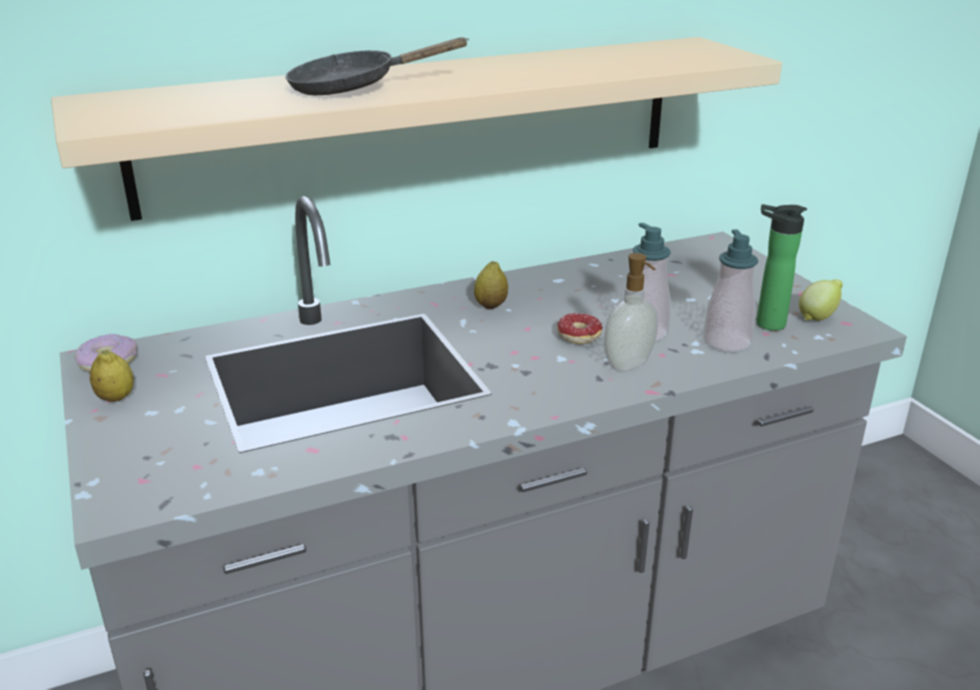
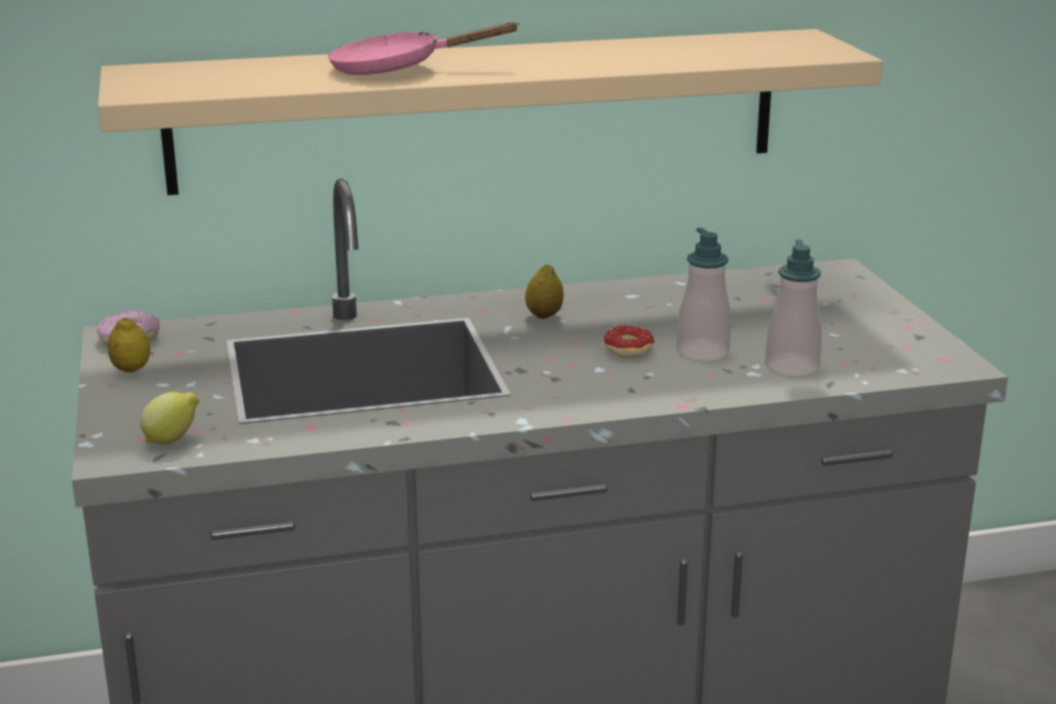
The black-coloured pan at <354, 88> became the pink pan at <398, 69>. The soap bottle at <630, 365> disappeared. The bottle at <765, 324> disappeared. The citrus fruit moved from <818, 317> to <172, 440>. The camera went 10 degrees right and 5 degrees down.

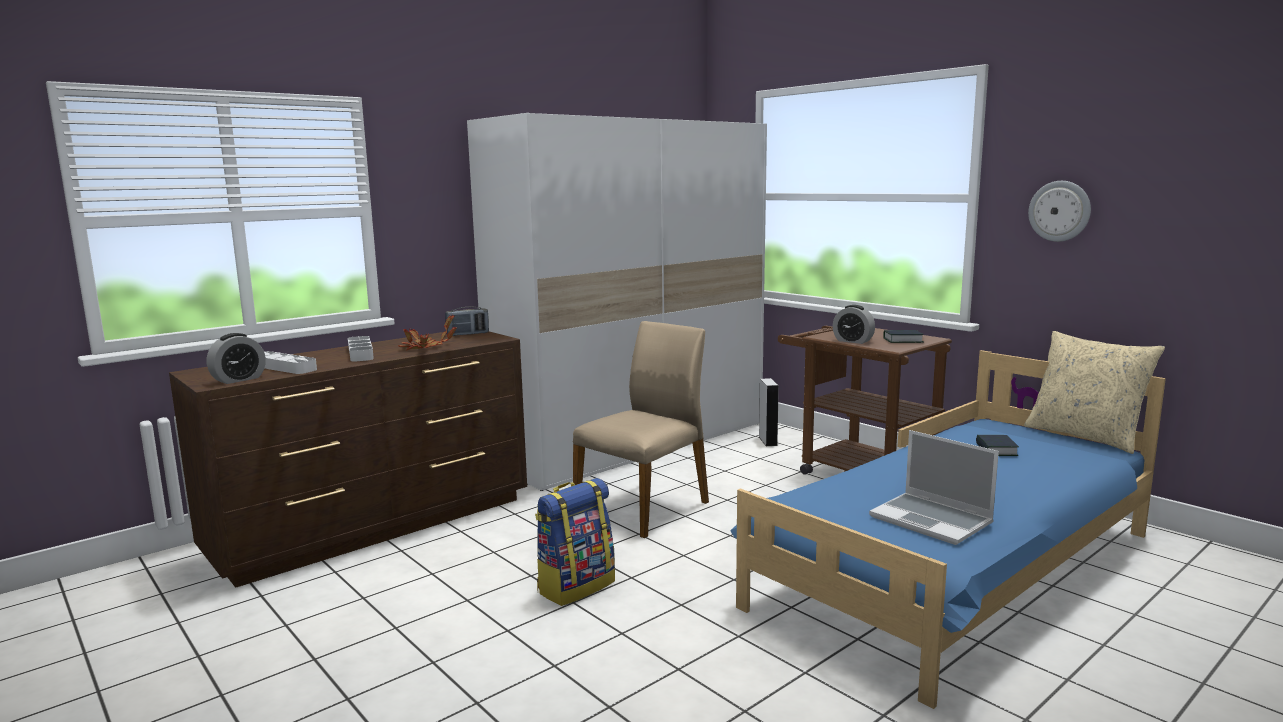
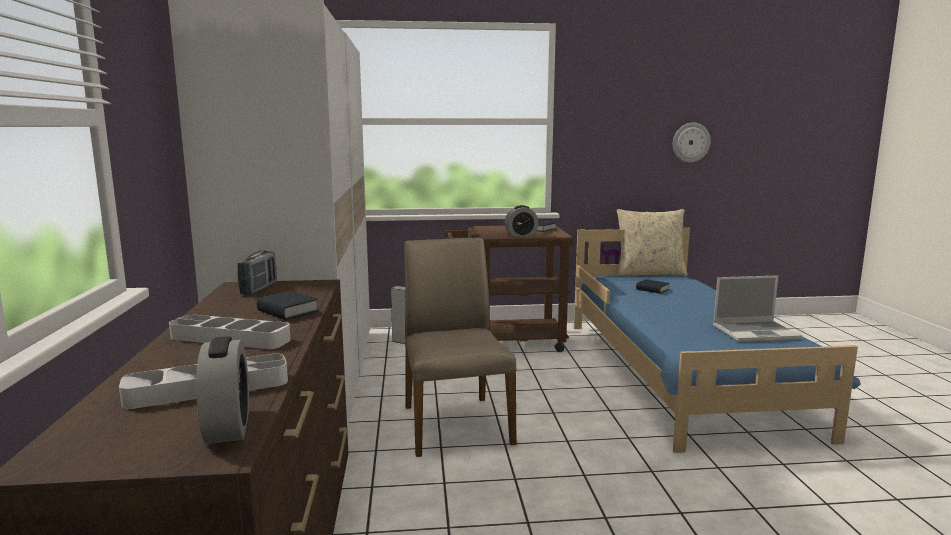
The houseplant at <424, 348> was replaced by the volume at <287, 311>. The knapsack at <576, 586> disappeared. The clock on the wall moved from <1059, 211> to <690, 142>. The camera went 55 degrees left and 0 degrees up.

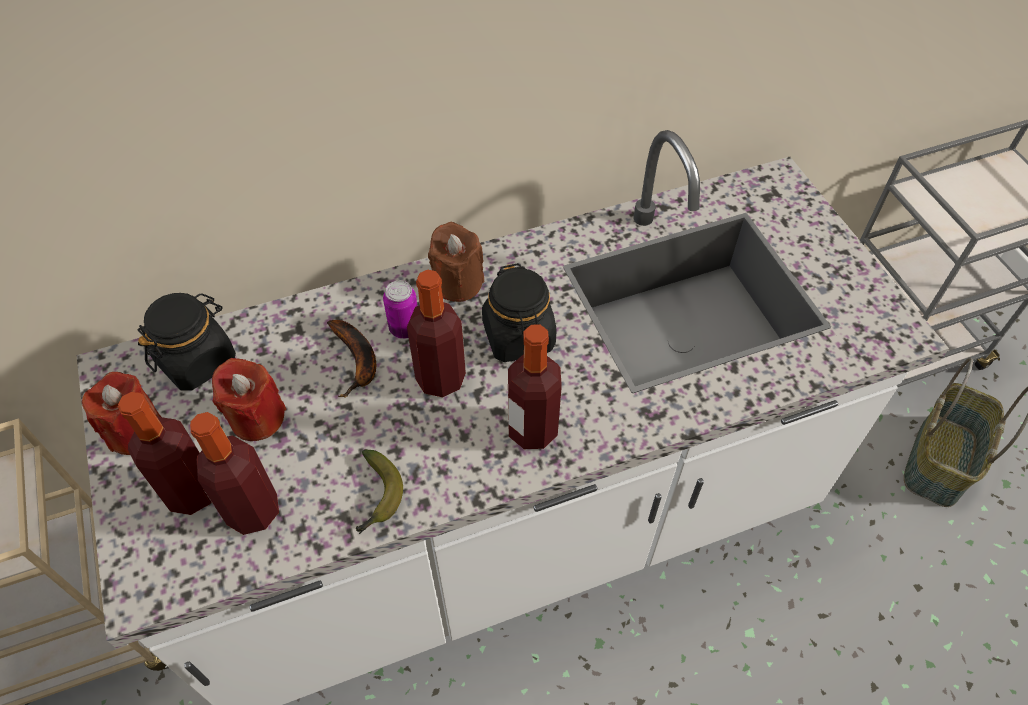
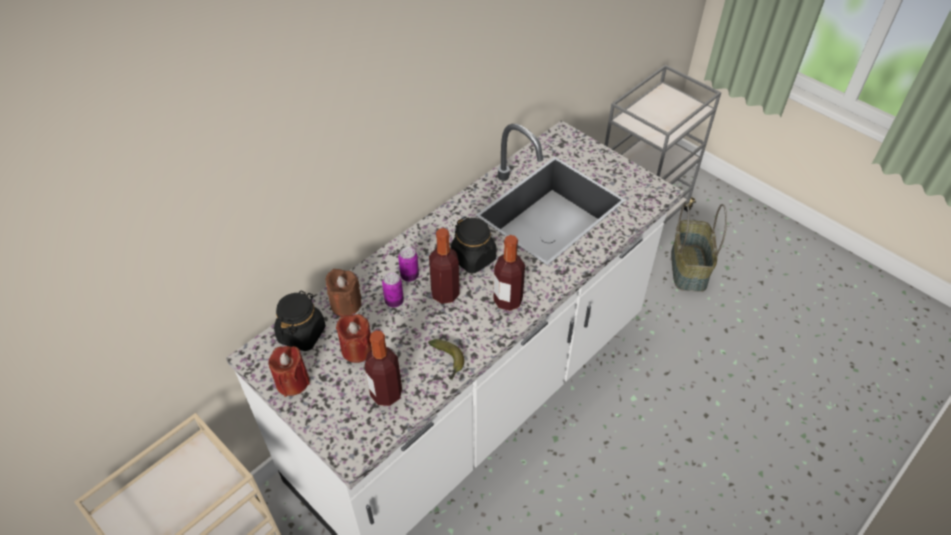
The bottle at <191, 492> disappeared. The banana at <357, 361> was replaced by the metal can at <394, 301>. The brownish wax light moved from <458, 283> to <346, 304>. The camera went 25 degrees left and 5 degrees down.

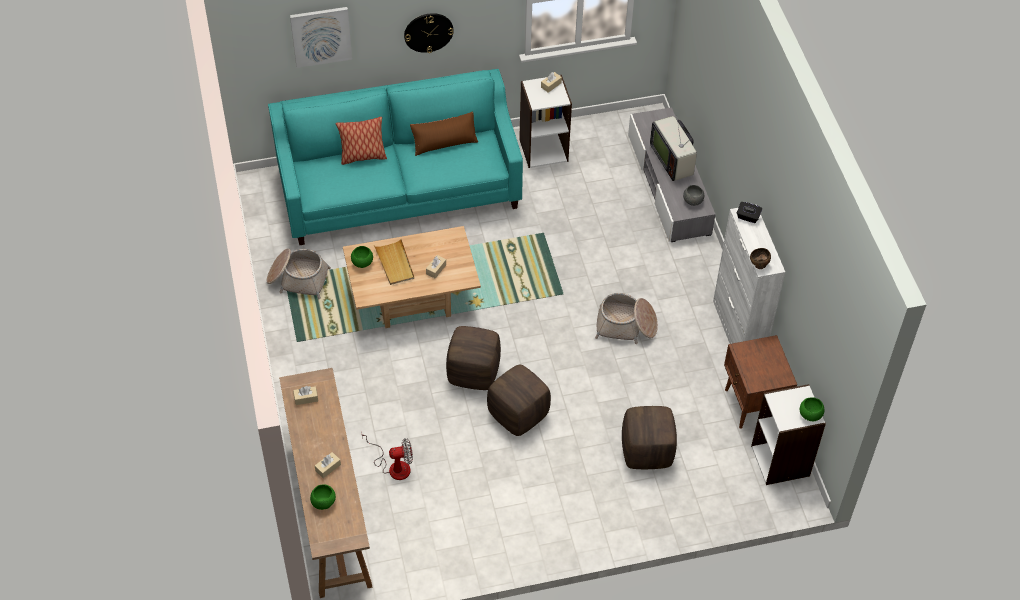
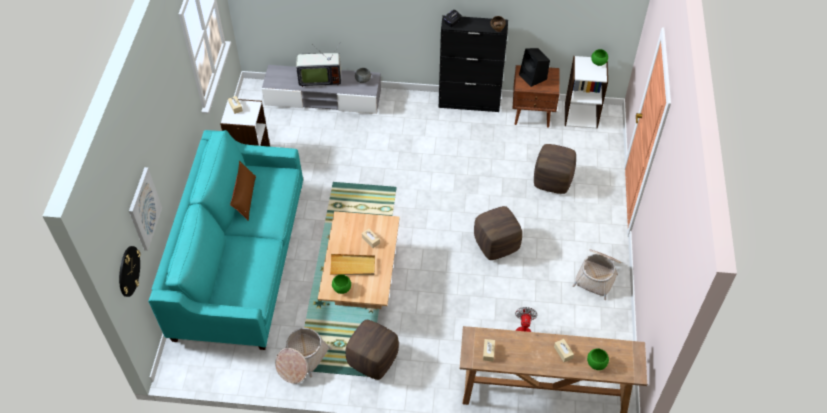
The cushion at <362, 157> disappeared. The clock on the wall moved from <428, 32> to <128, 271>. The brownish ottoman moved from <473, 373> to <373, 360>. The storage basket moved from <626, 326> to <597, 275>. The whitish cabinet at <738, 331> became the black-coloured cabinet at <469, 103>. The black-coloured speaker at <533, 77> appeared. The camera went 70 degrees left and 0 degrees up.

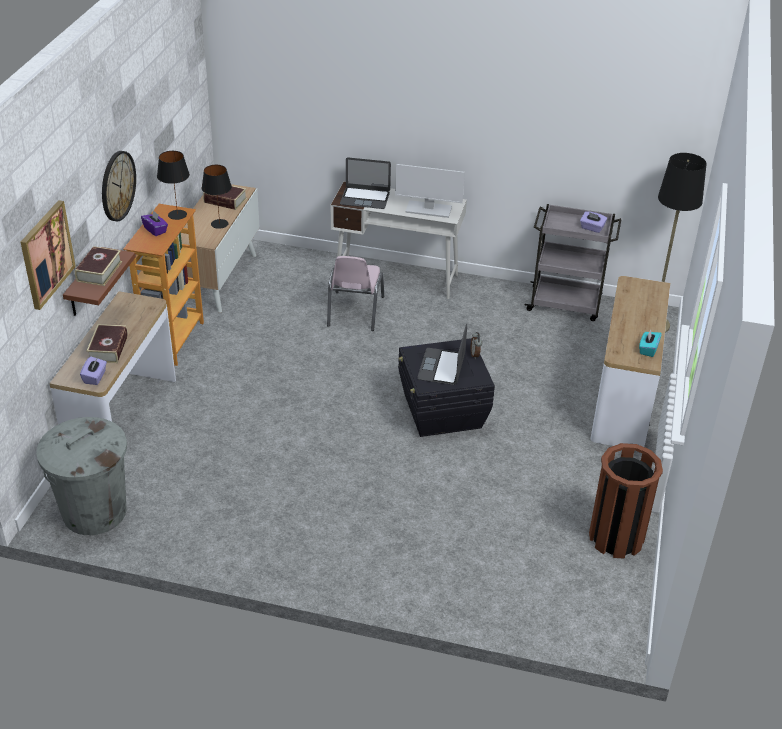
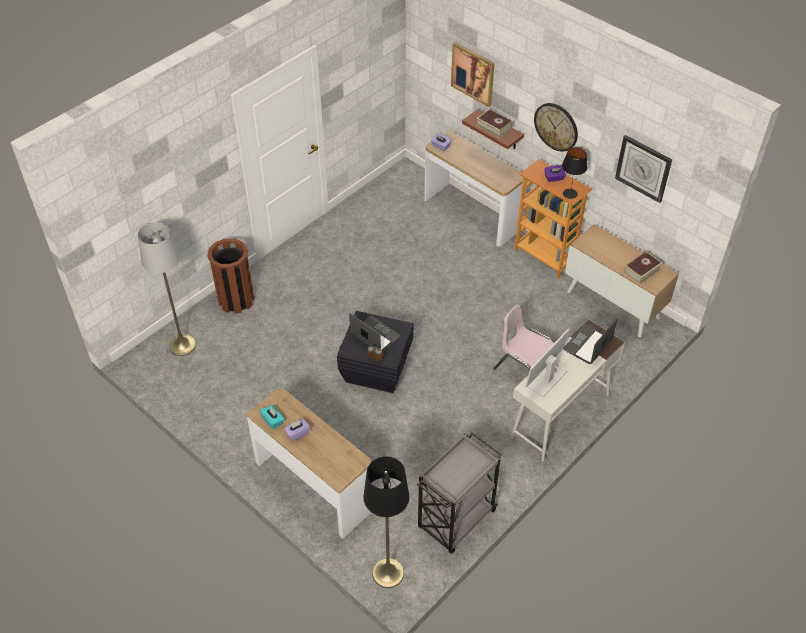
The grey trash can at <94, 512> disappeared. The volume at <108, 348> disappeared. The black-coloured lamp for a table at <219, 224> disappeared. The purple tissue box moved from <592, 228> to <297, 433>. The brownish trash can moved from <616, 538> to <236, 300>. The grey standing lamp at <182, 345> appeared. The clock on the wall at <643, 168> appeared. The camera went 120 degrees right and 10 degrees up.

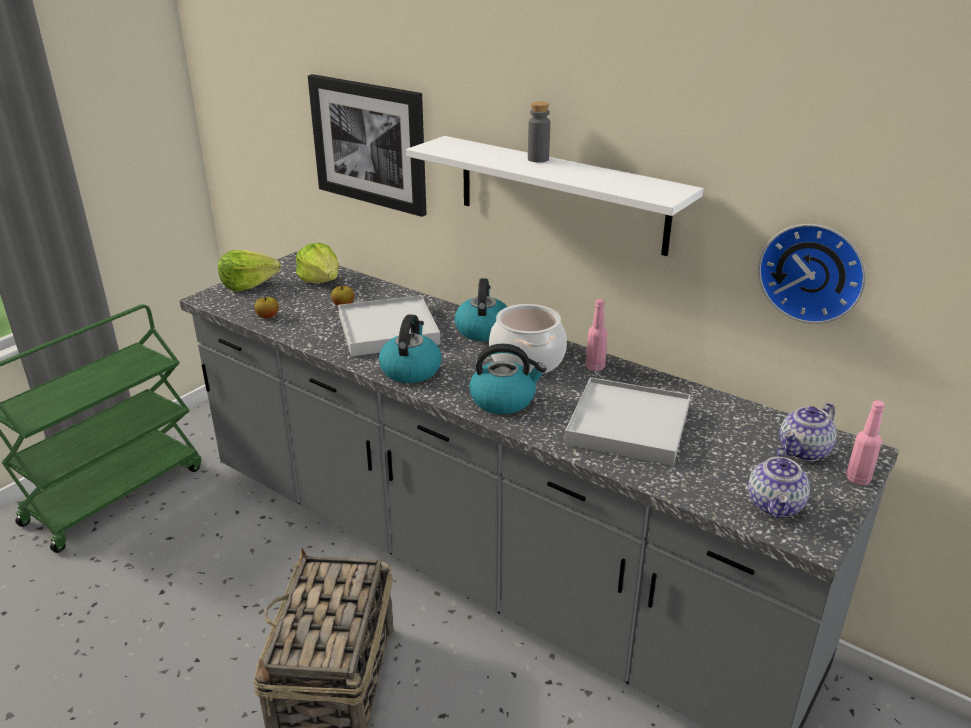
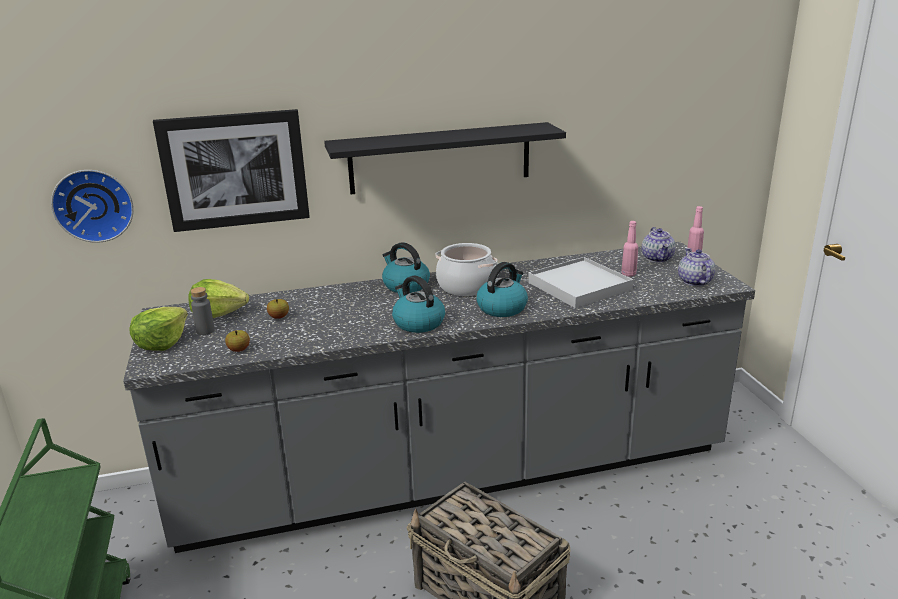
The whitish serving tray at <388, 330> disappeared. The whitish wall shelf at <560, 194> became the black-coloured wall shelf at <440, 158>. The grey bottle moved from <538, 159> to <205, 331>. The pink bottle moved from <595, 367> to <628, 274>. The teapot at <775, 505> turned 150 degrees counterclockwise. The clock on the wall moved from <813, 271> to <94, 204>. The camera went 50 degrees left and 5 degrees down.

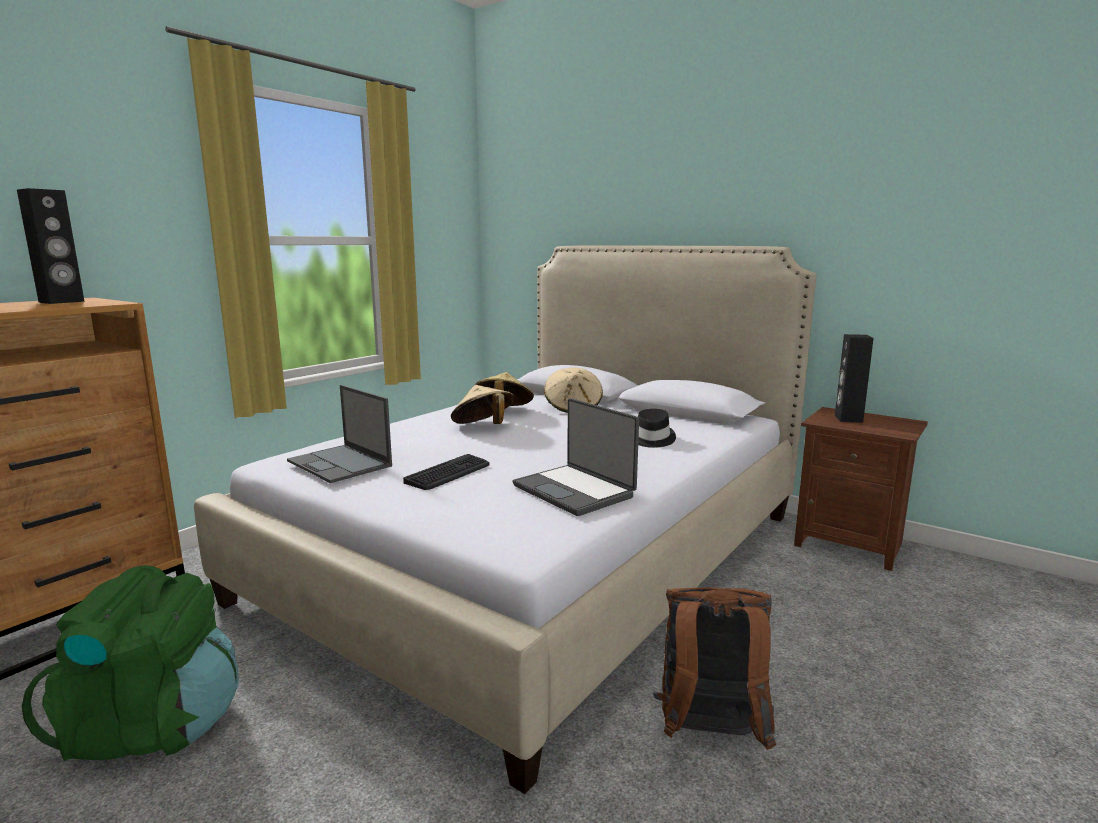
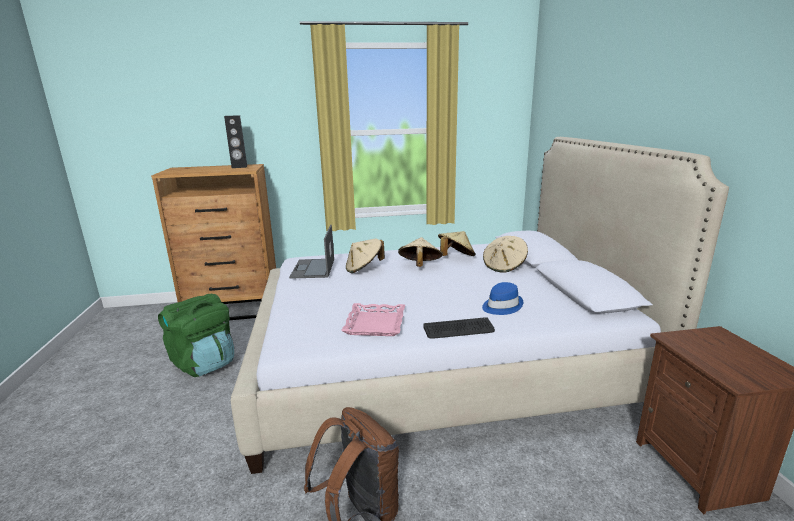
The keyboard moved from <448, 473> to <458, 329>. The portable computer at <575, 491> was replaced by the pink serving tray at <375, 324>. The black-coloured clothing hat at <651, 439> became the bluish clothing hat at <501, 306>. The black-coloured speaker at <848, 419> disappeared. The sand-coloured clothing hat at <364, 268> appeared. The camera went 45 degrees right and 5 degrees up.

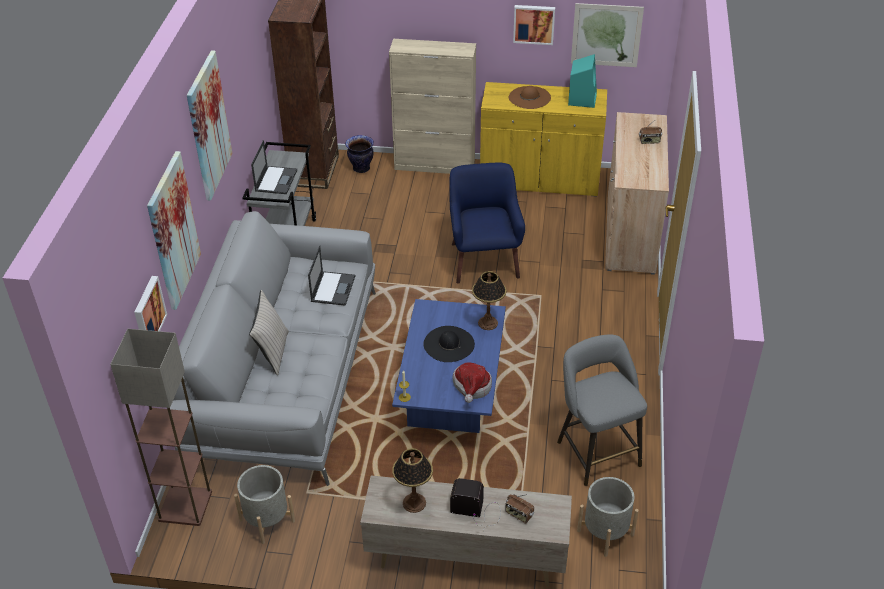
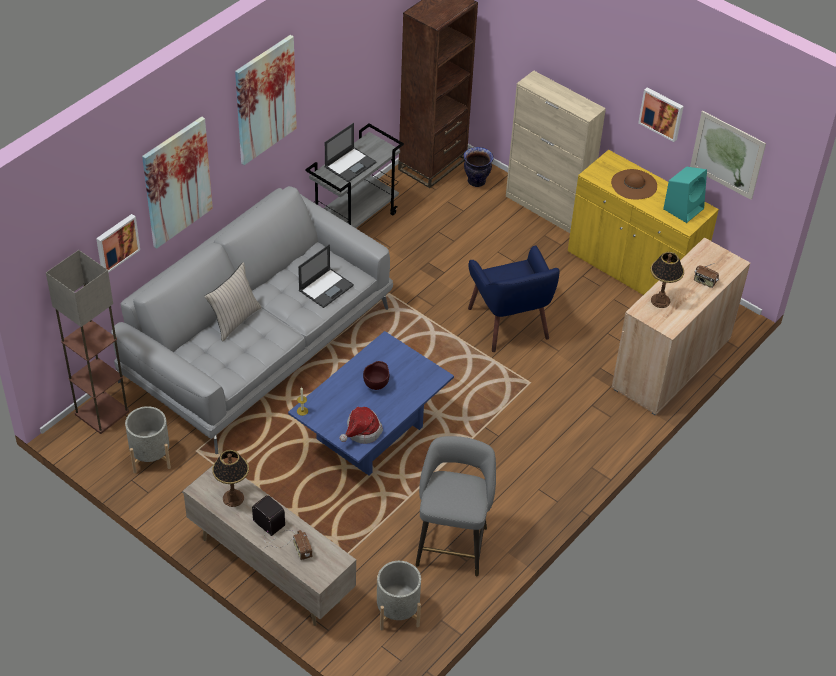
The black-coloured clothing hat at <449, 344> was replaced by the brownish bowl at <376, 384>. The bluish easy chair at <483, 259> turned 135 degrees clockwise. The lamp for a table moved from <488, 323> to <660, 300>. The camera went 30 degrees right and 5 degrees up.

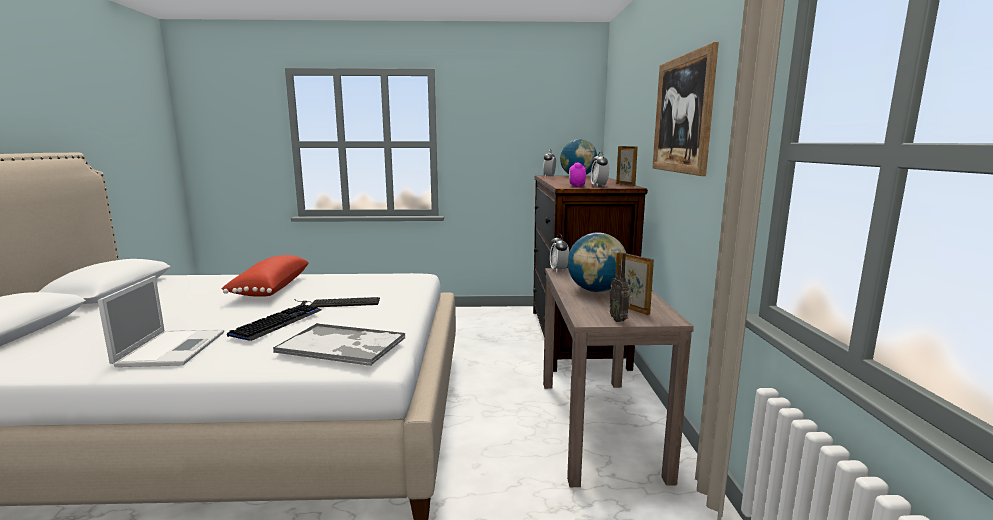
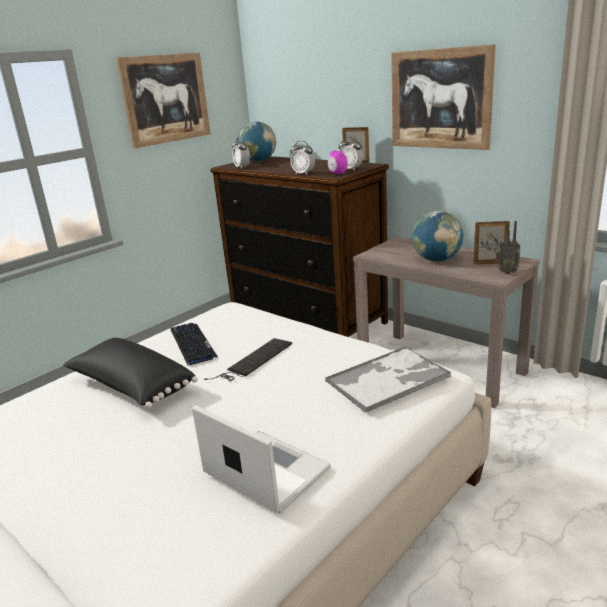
The red-coloured cushion at <269, 288> became the black-coloured cushion at <131, 387>. The keyboard moved from <277, 323> to <192, 344>. The bedside clock moved from <558, 270> to <303, 174>. The wall picture at <166, 99> appeared. The camera went 45 degrees left and 10 degrees up.

